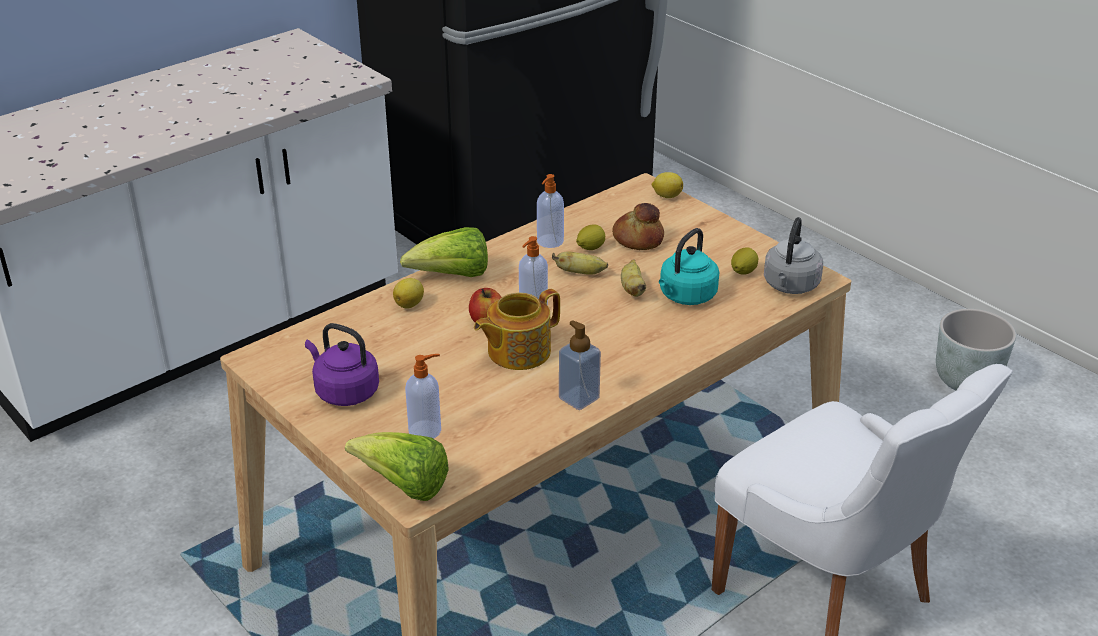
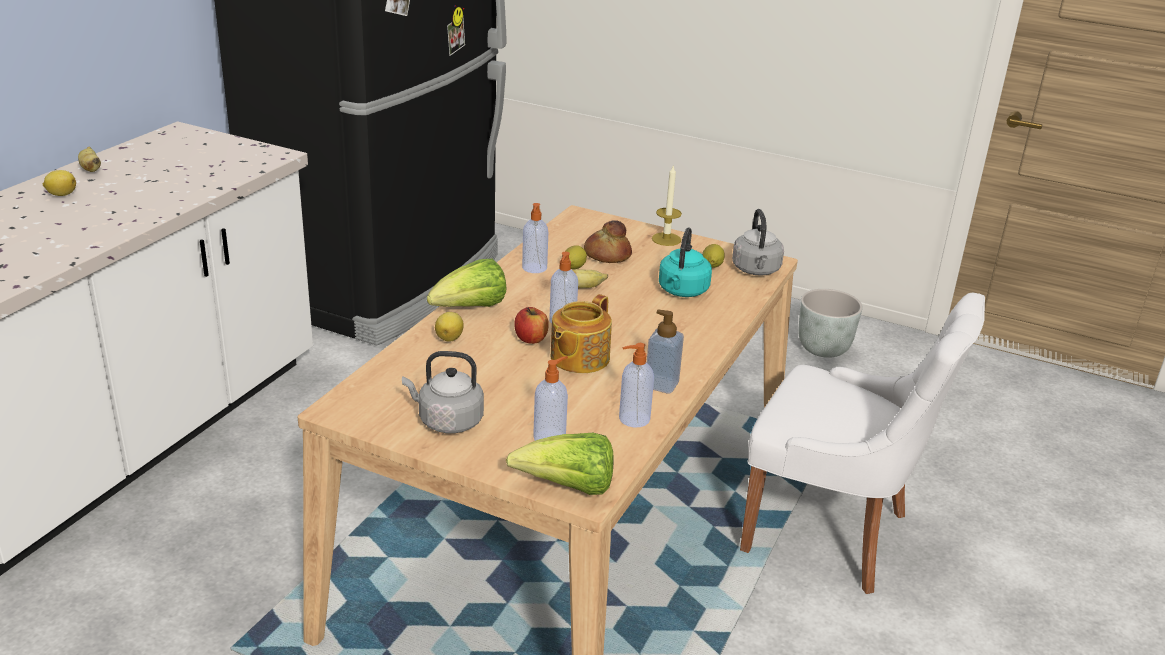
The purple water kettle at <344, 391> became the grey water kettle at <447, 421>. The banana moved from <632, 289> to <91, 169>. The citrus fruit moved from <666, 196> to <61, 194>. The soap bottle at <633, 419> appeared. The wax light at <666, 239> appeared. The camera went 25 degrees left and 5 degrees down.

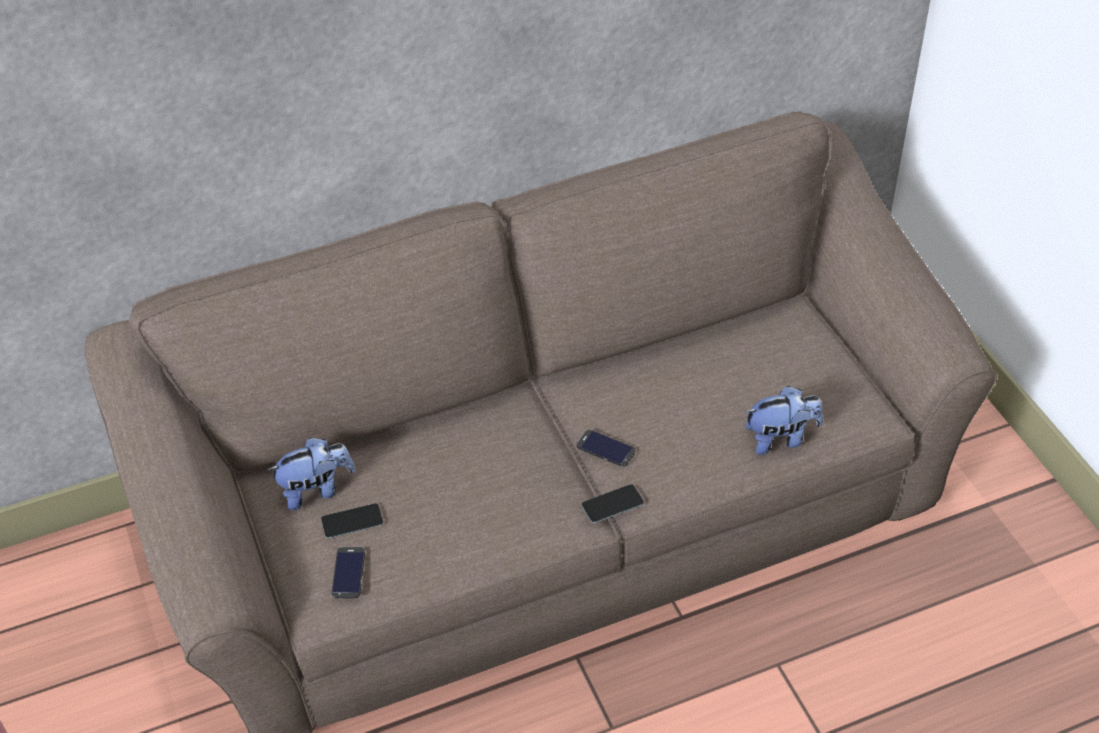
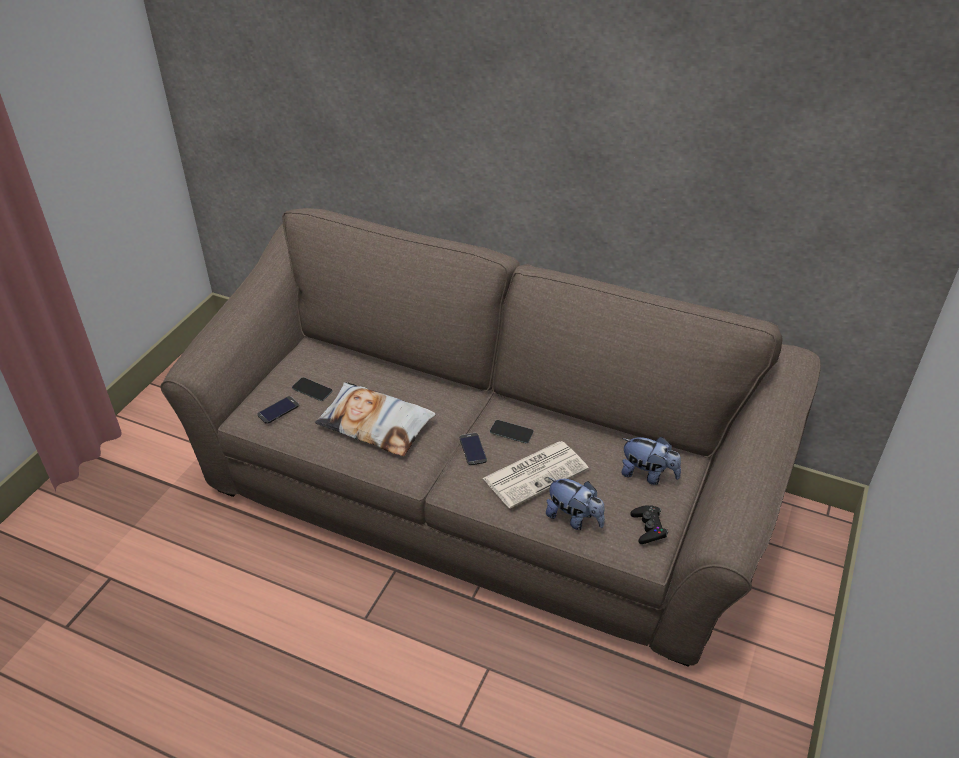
The plush toy moved from <316, 490> to <648, 475>. The handset moved from <612, 504> to <511, 432>. The cushion at <376, 424> appeared. The daily paper at <536, 473> appeared. The black-coloured joypad at <648, 527> appeared. The camera went 45 degrees right and 5 degrees down.

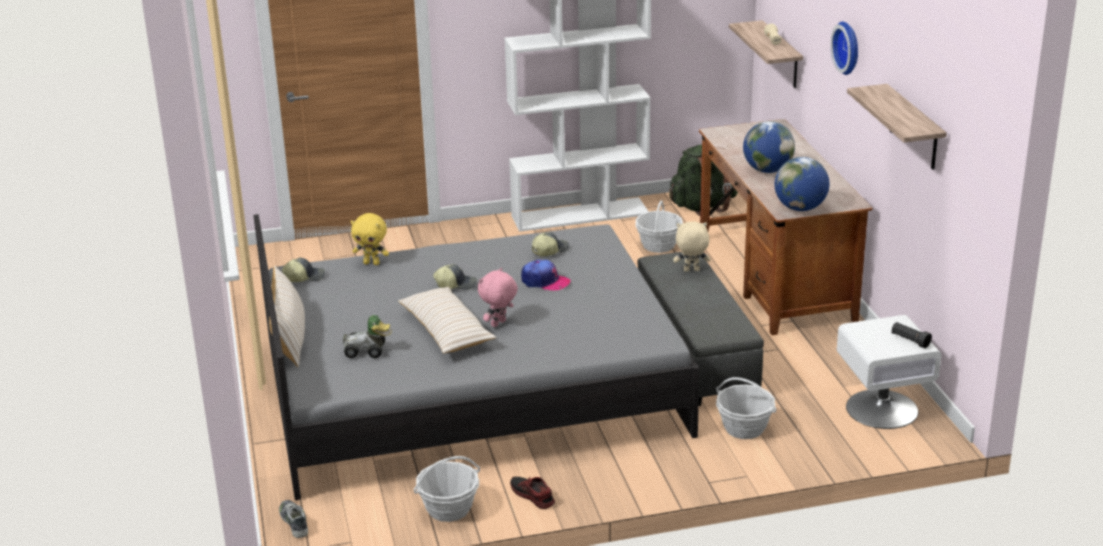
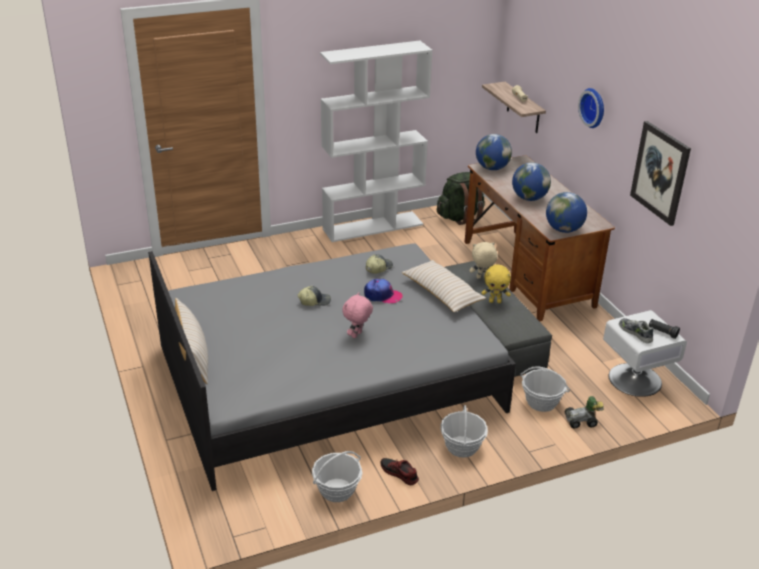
The shoe moved from <294, 522> to <635, 333>. The cap at <304, 277> disappeared. The model car moved from <367, 351> to <582, 421>. The yellow plush toy moved from <372, 263> to <495, 301>. The sand-coloured cushion moved from <446, 331> to <442, 293>. The storage basket moved from <658, 245> to <462, 446>. The wall shelf at <914, 128> was replaced by the wall picture at <660, 172>. The world globe at <492, 168> appeared. The camera went 10 degrees left and 5 degrees up.

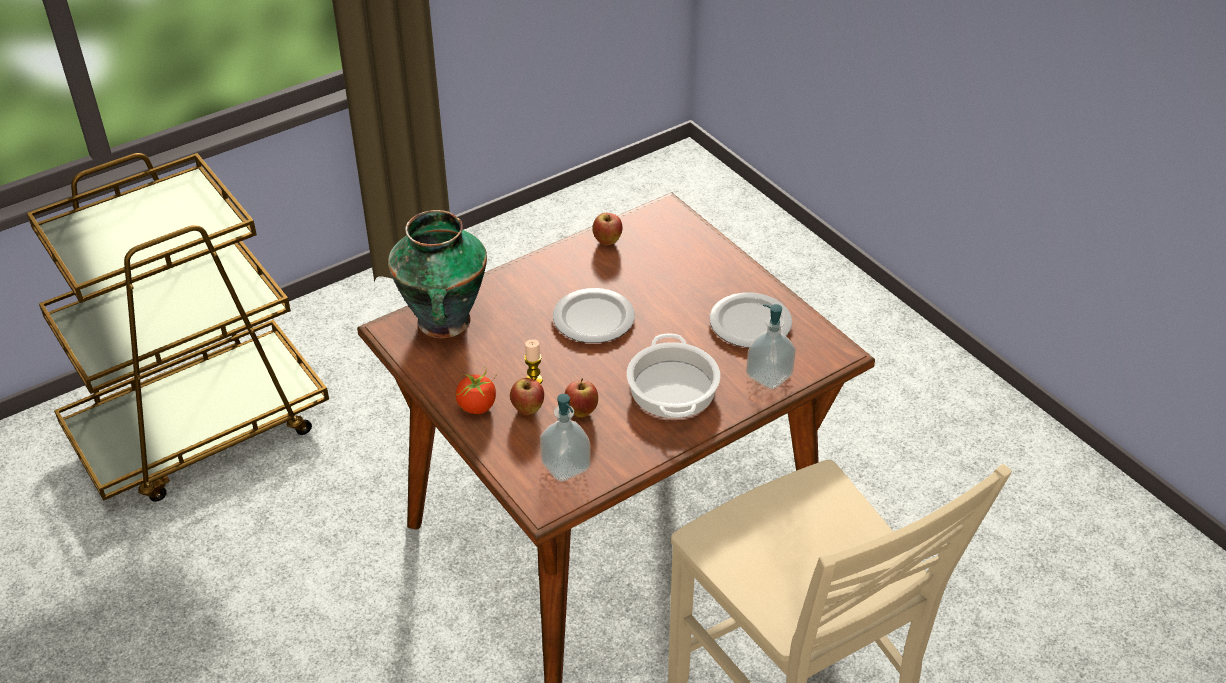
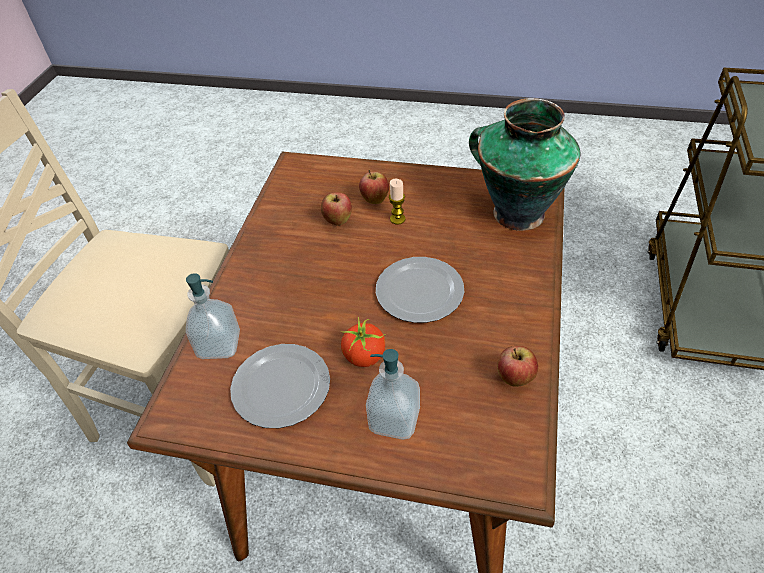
The tomato moved from <477, 406> to <364, 357>. The soap bottle moved from <565, 466> to <394, 419>. The saucepot at <673, 388> disappeared. The camera went 140 degrees right and 5 degrees up.

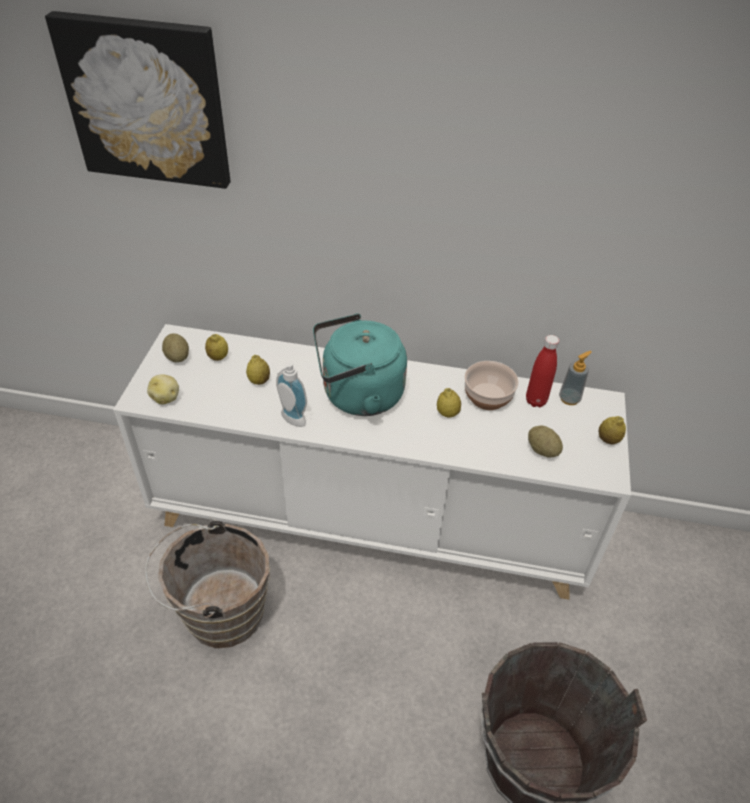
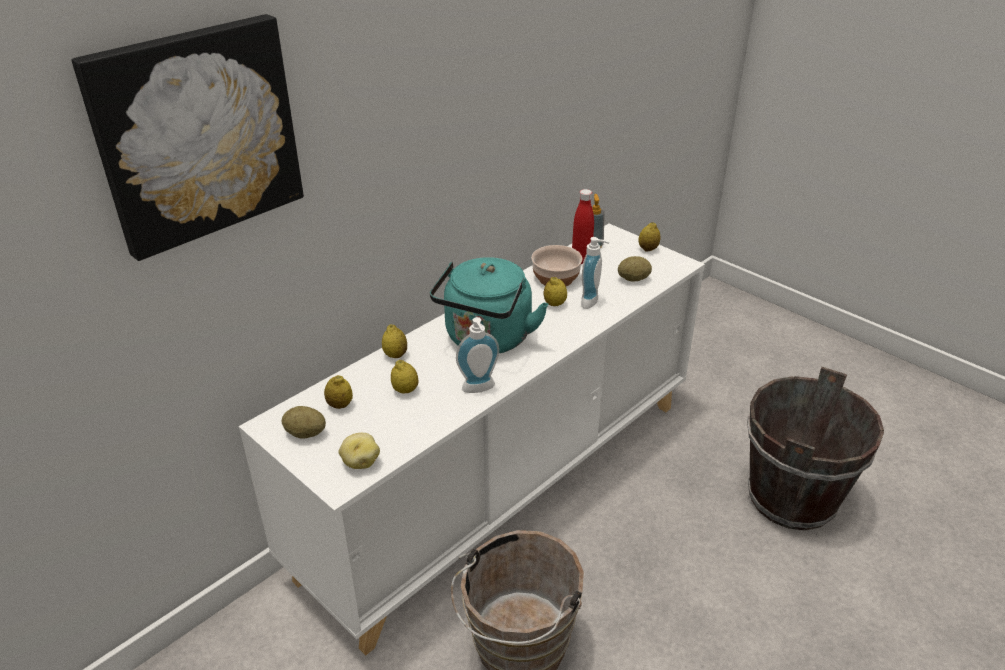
The citrus fruit at <395, 355> appeared. The soap bottle at <593, 302> appeared. The camera went 55 degrees left and 10 degrees down.

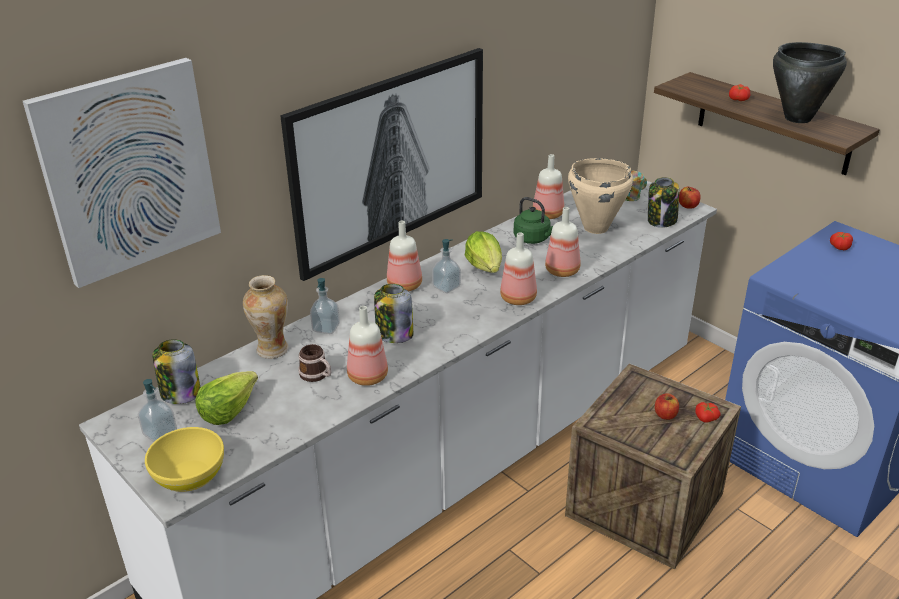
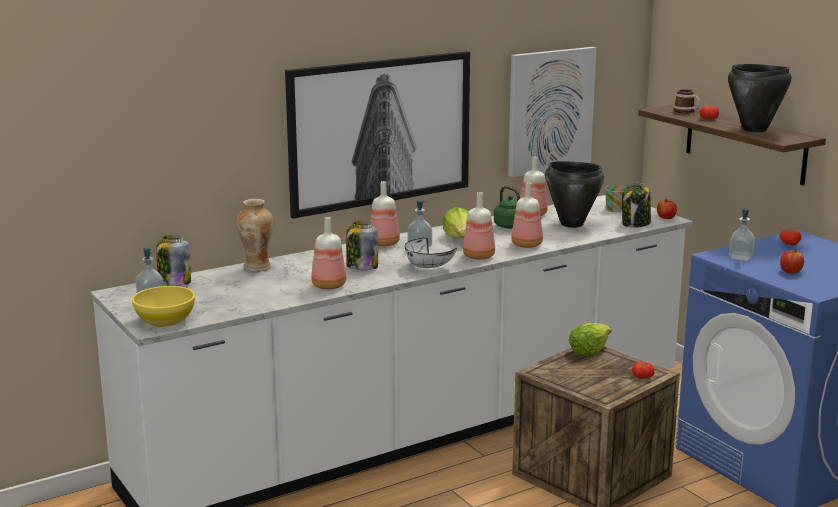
The wall picture moved from <129, 171> to <550, 110>. The lettuce head moved from <228, 410> to <589, 351>. The tea mug moved from <317, 375> to <686, 112>. The soap bottle moved from <326, 328> to <740, 257>. The sand-coloured saucepot at <595, 227> became the black-coloured saucepot at <571, 224>. The whole apple moved from <665, 415> to <790, 271>. The whitish bowl at <426, 268> appeared. The camera went 10 degrees right and 15 degrees down.

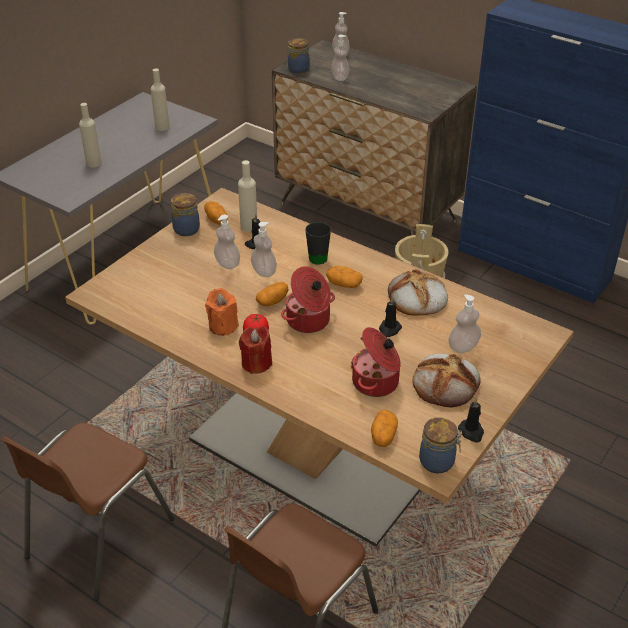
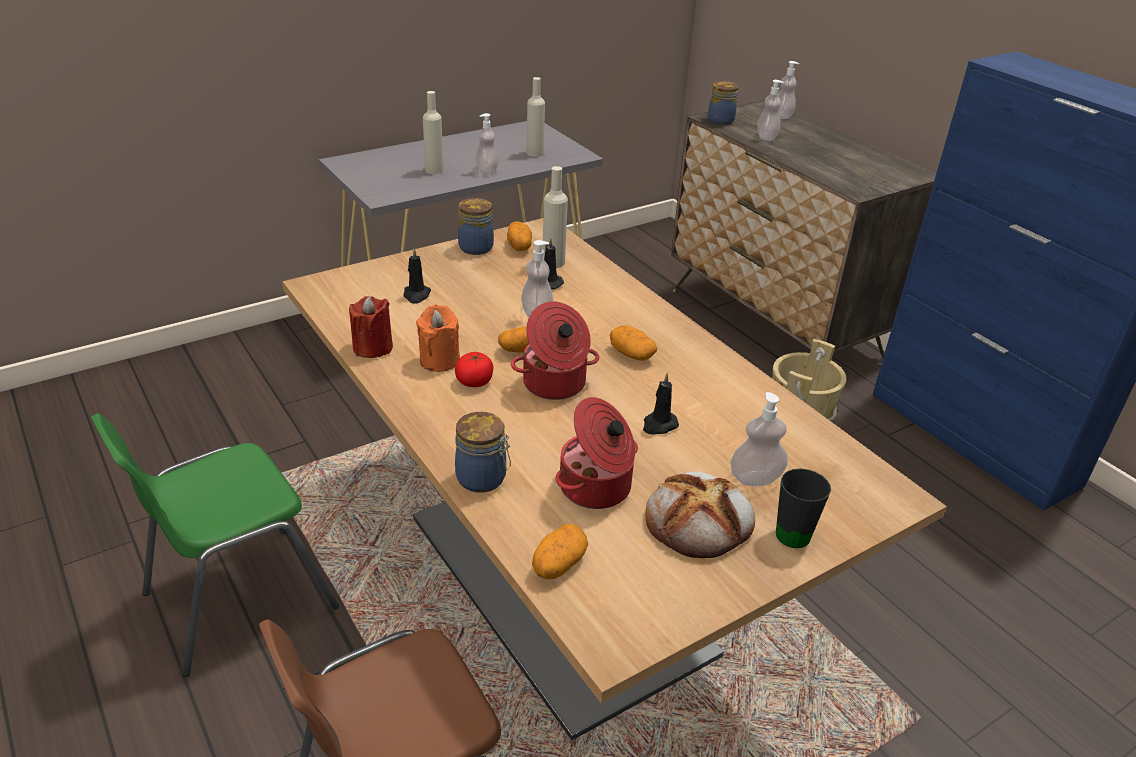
The brownish upright chair at <97, 538> became the green upright chair at <237, 599>. The soap bottle moved from <227, 263> to <487, 170>. The red-coloured wax light moved from <256, 363> to <373, 348>. The black-coloured tea mug moved from <317, 256> to <794, 529>. The bread at <416, 298> disappeared. The storage jar moved from <438, 462> to <483, 479>. The black-coloured wax light moved from <471, 432> to <416, 295>. The camera went 20 degrees right and 5 degrees down.

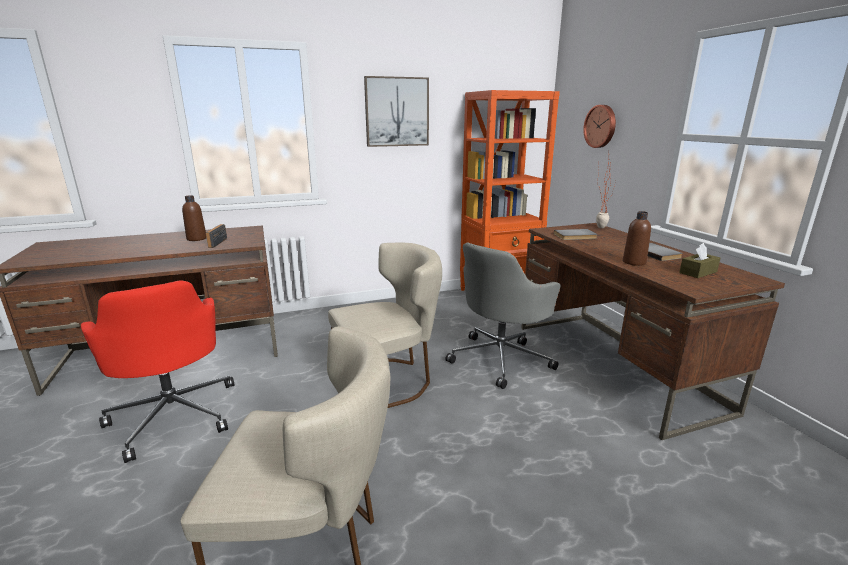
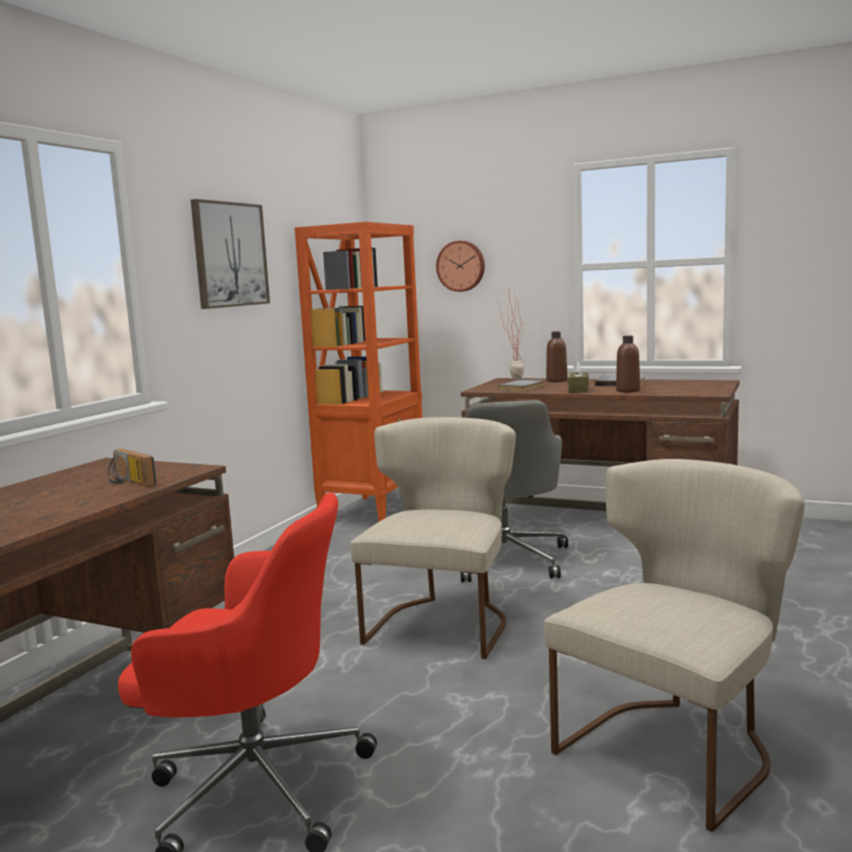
The brownish bottle moved from <196, 239> to <556, 380>. The brownish tissue box moved from <698, 272> to <578, 390>. The camera went 45 degrees left and 10 degrees down.

